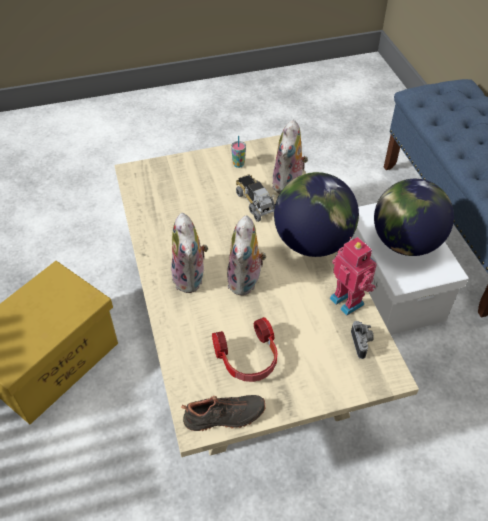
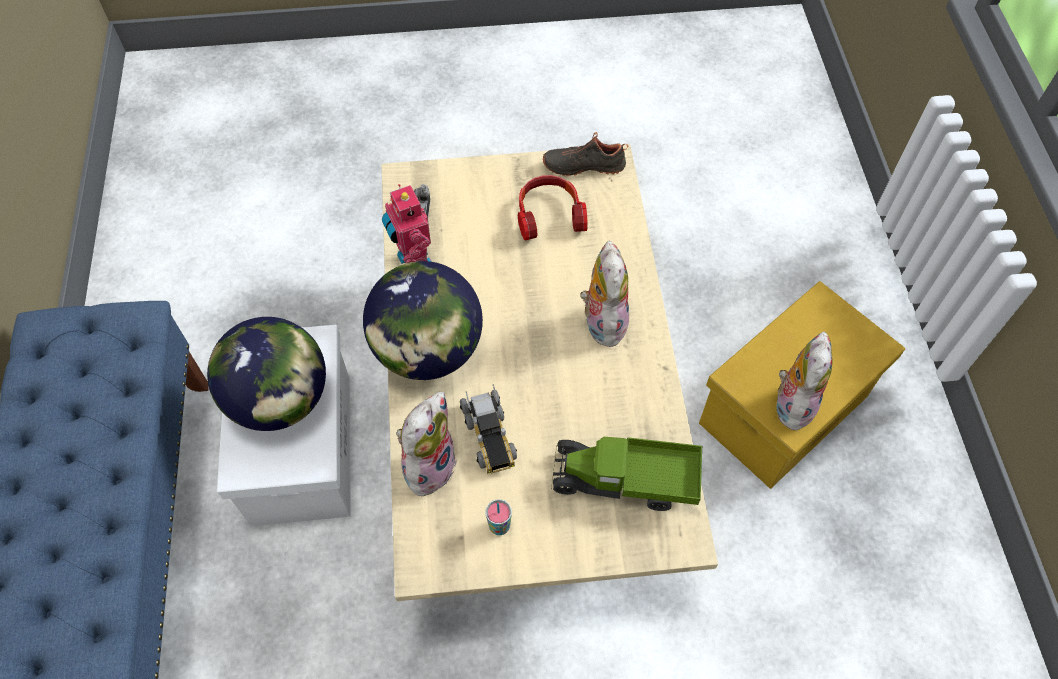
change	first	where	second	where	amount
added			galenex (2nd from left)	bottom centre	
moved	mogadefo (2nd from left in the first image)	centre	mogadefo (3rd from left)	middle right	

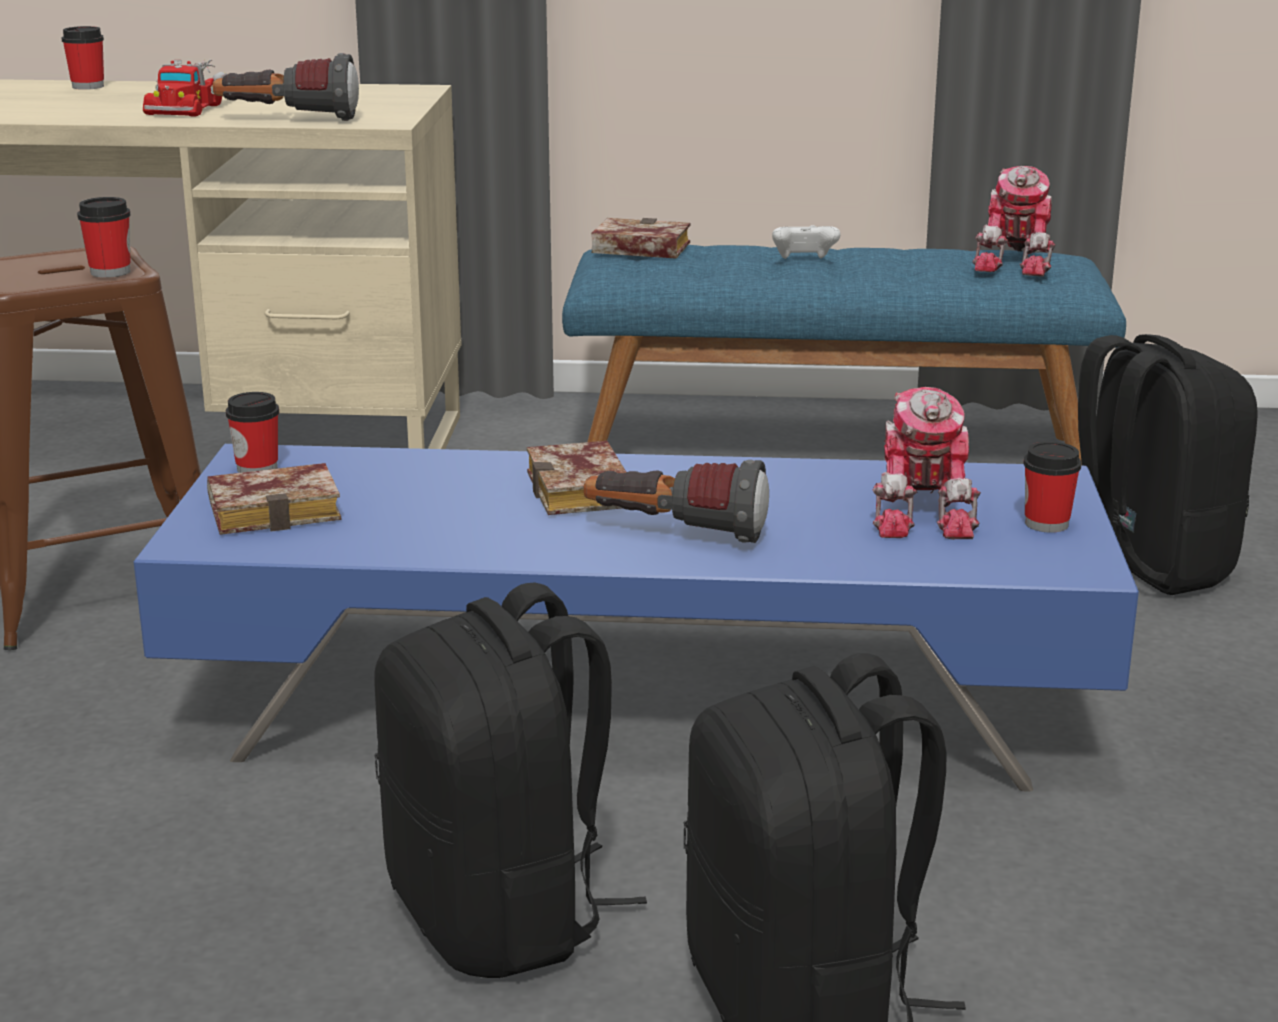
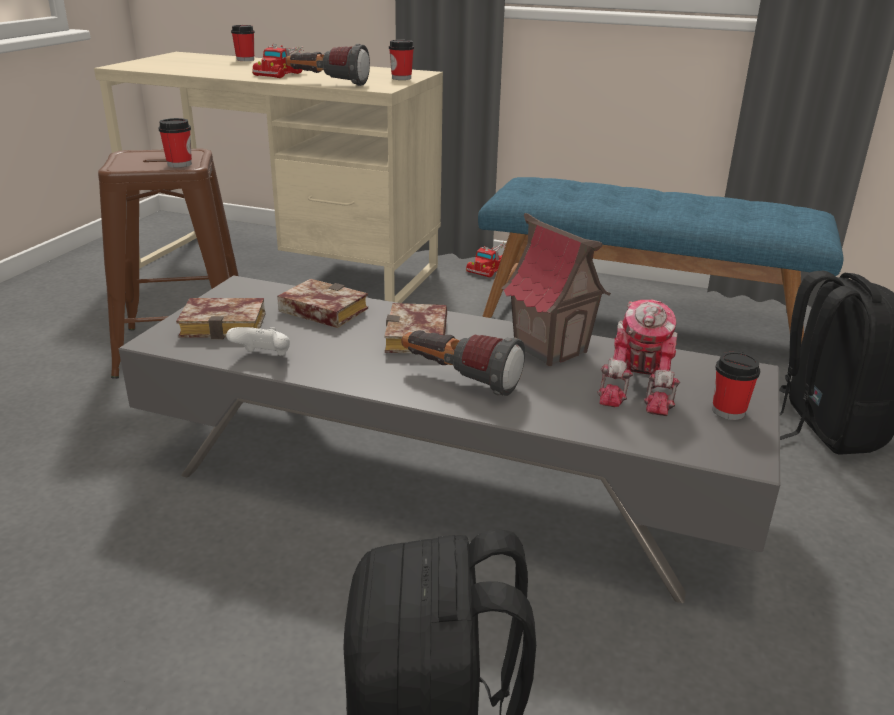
change	first	where	second	where	amount
recoloured	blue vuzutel	centre	grey vuzutel	centre	
moved	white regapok	top centre		middle left	
moved	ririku (3rd from left in the first image)	top centre	ririku (2nd from left)	centre	
moved	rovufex (3rd from left)	middle left		top centre	
added			galenex (2nd from left)	centre	
added			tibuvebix	centre	
removed	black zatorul (1st from left)	bottom centre			
removed	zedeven (2nd from left)	top right			

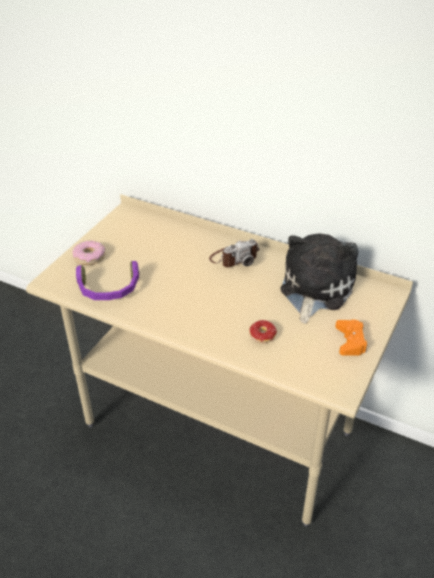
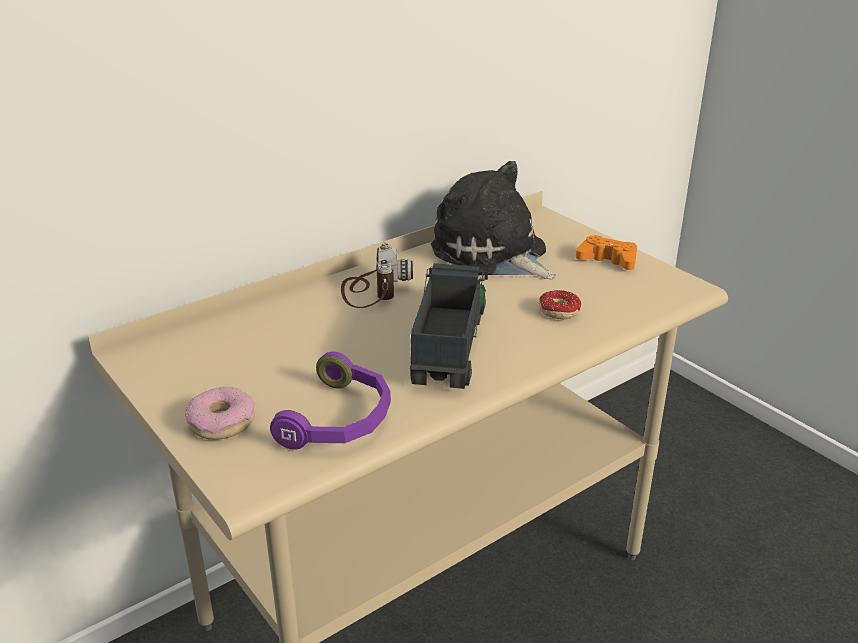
change	first	where	second	where	amount
added			galenex	centre	

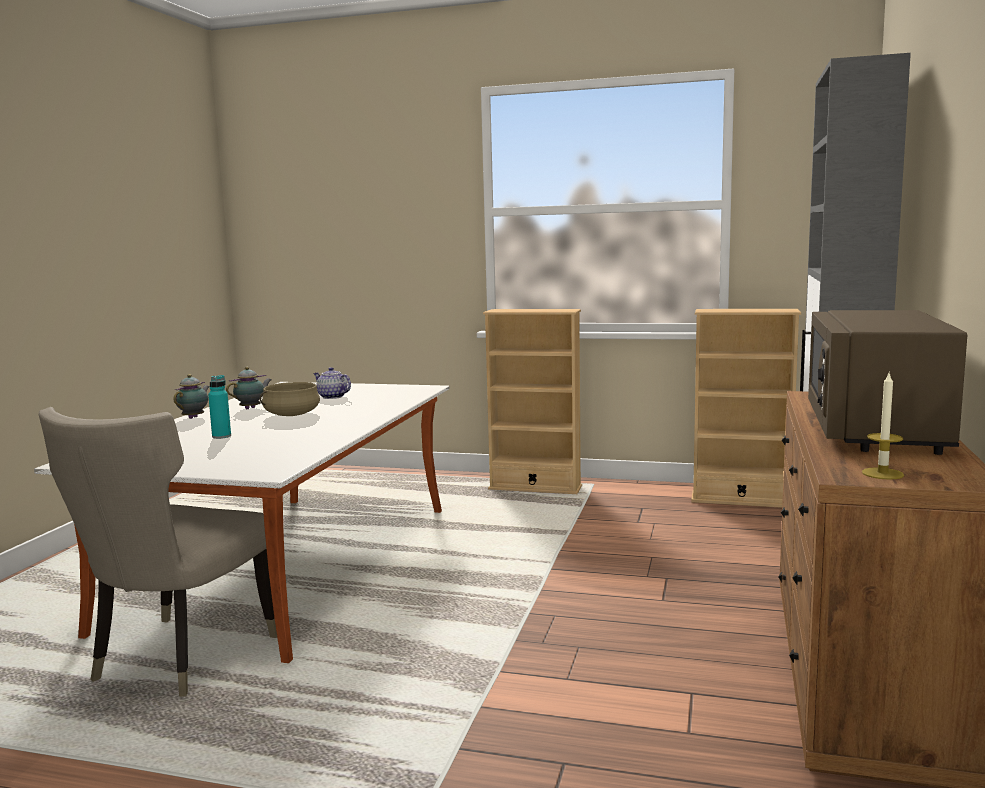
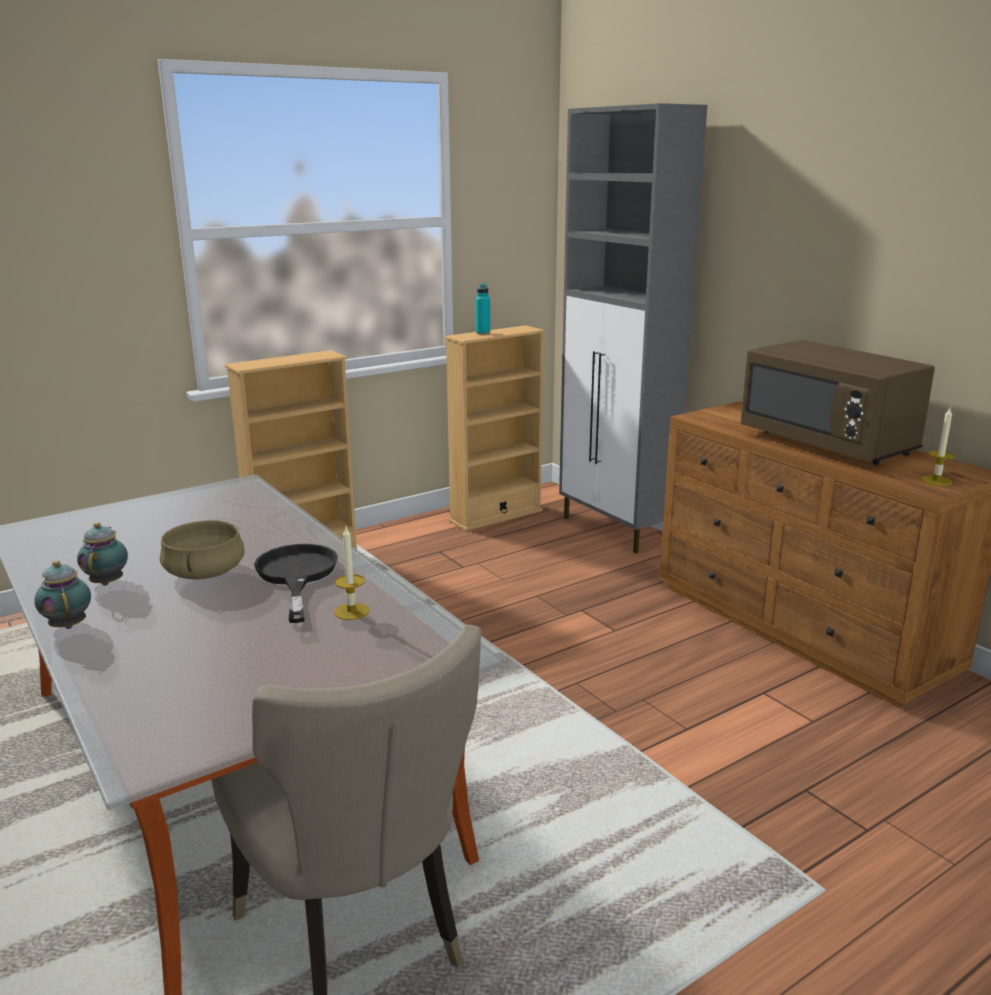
change	first	where	second	where	amount
added			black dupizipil	middle left	
added			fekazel (1st from left)	centre	
moved	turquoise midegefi	middle left		top centre	
removed	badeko (3rd from left)	centre			

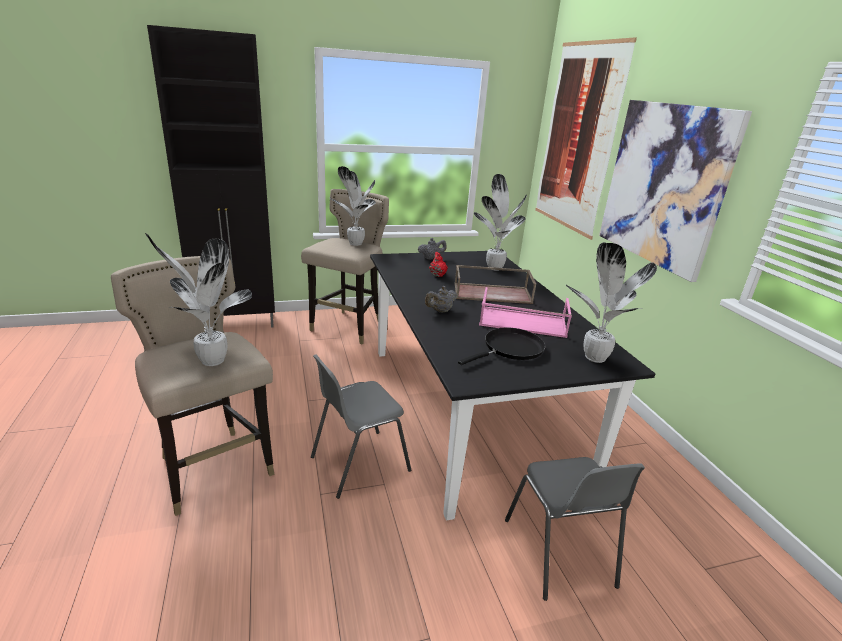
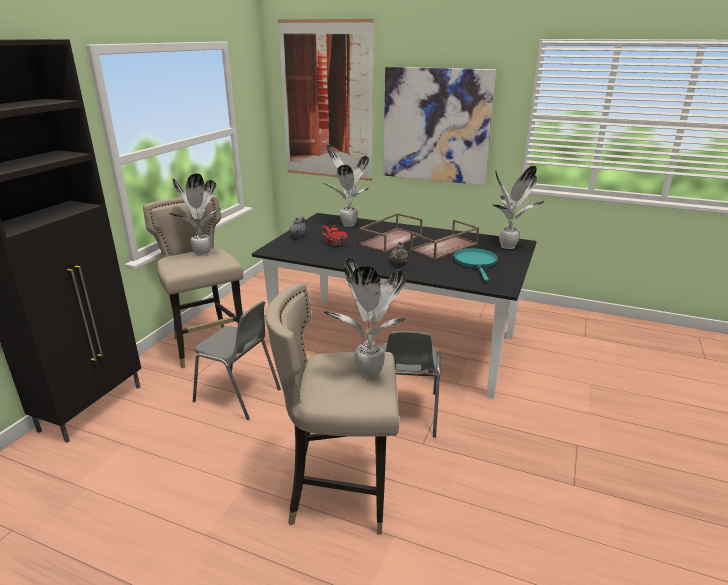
change	first	where	second	where	amount
moved	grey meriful (2nd from left in the first image)	bottom right	grey meriful (1st from left)	middle left	
recoloured	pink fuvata	centre	brown fuvata (2nd from left)	centre	
recoloured	black dupizipil	centre	turquoise dupizipil	centre	

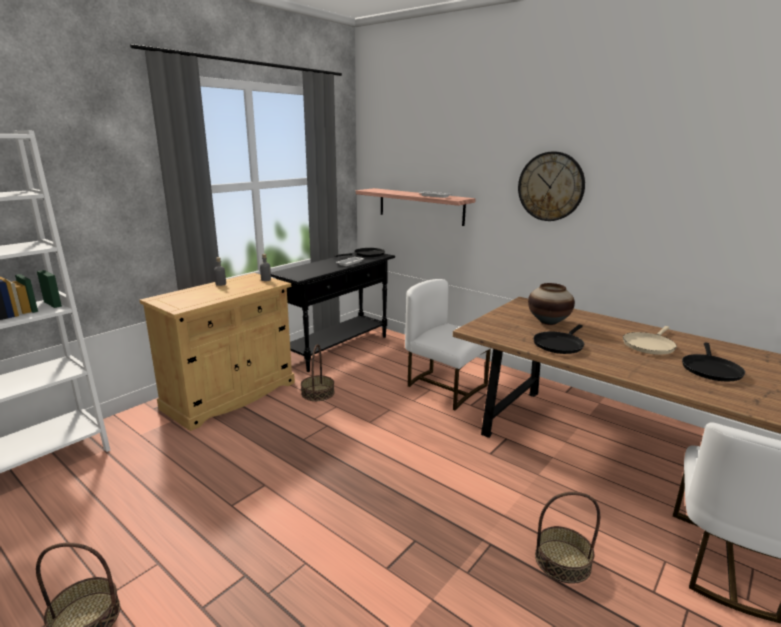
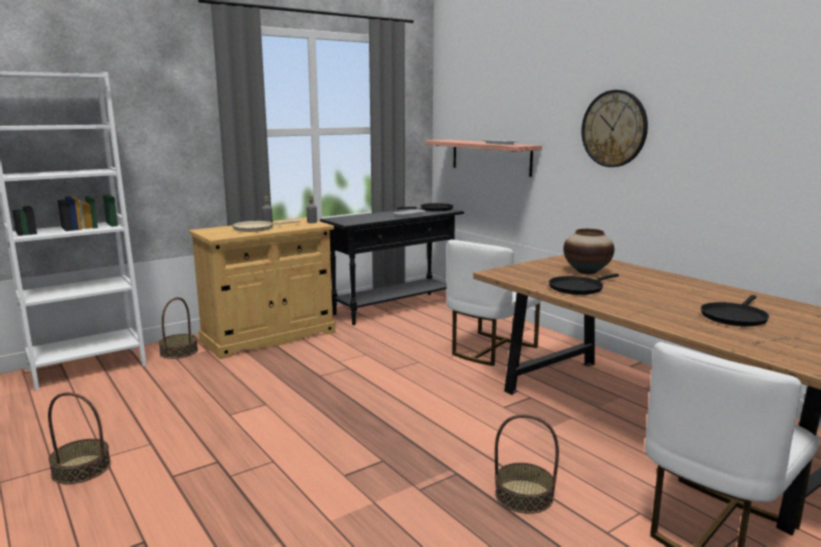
change	first	where	second	where	amount
moved	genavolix (2nd from left)	centre		middle left	
moved	beige dupizipil	middle right		middle left	
turned	white meriful (1st from left)	centre		centre	105 degrees counterclockwise

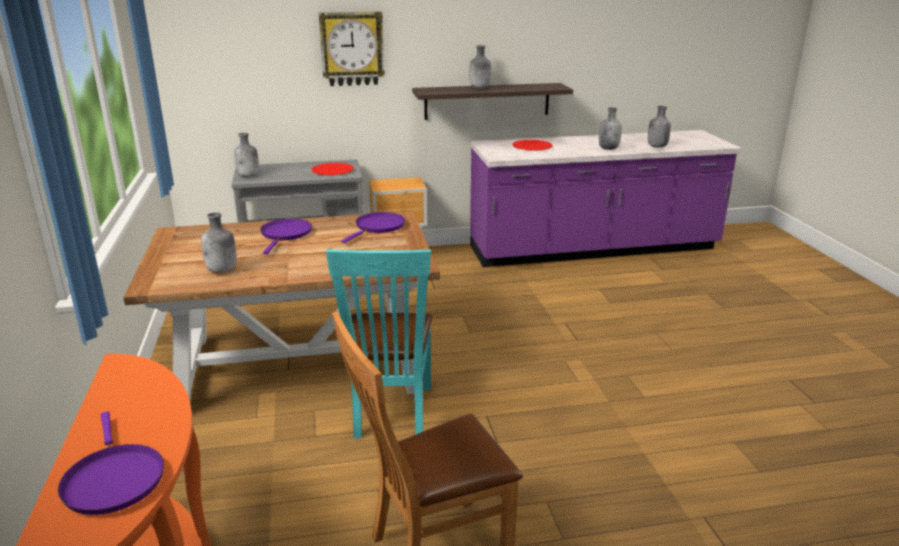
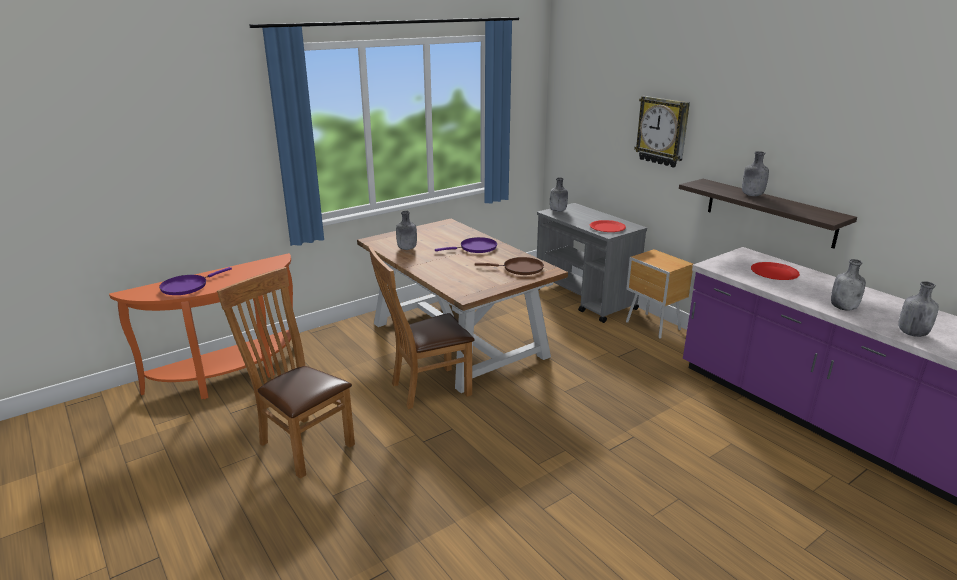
change	first	where	second	where	amount
recoloured	turquoise meriful	centre	brown meriful (2nd from left)	centre	
recoloured	purple dupizipil (3rd from left)	centre	brown dupizipil	centre	

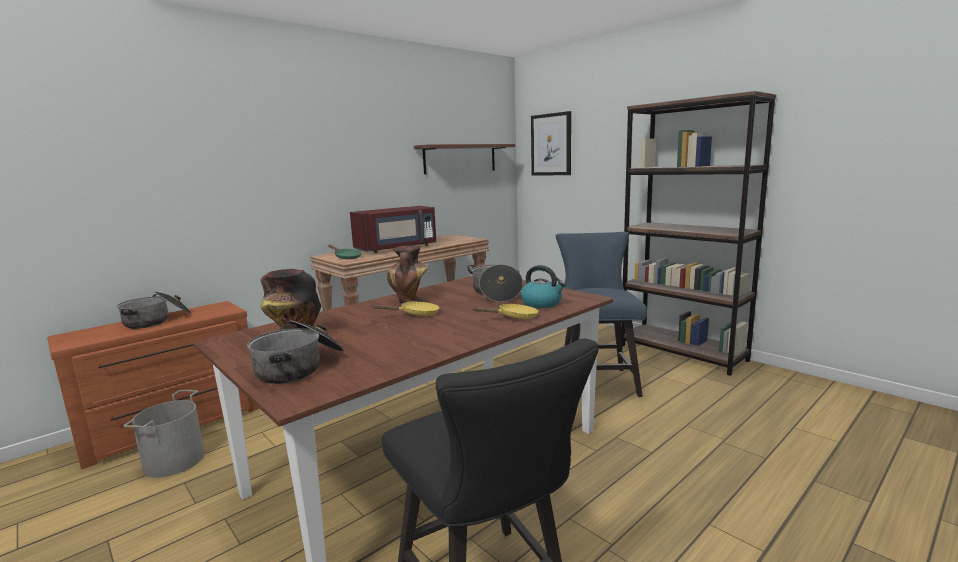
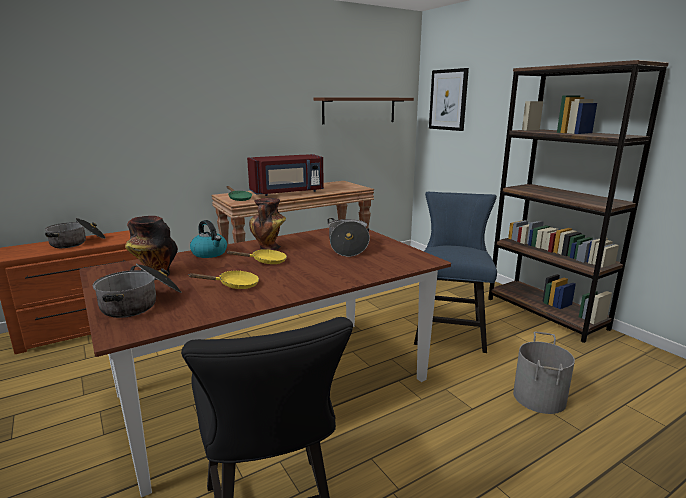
change	first	where	second	where	amount
moved	yellow dupizipil (2nd from left in the first image)	centre	yellow dupizipil (1st from left)	middle left	
moved	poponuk	centre		middle left	
moved	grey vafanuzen	bottom left		bottom right	

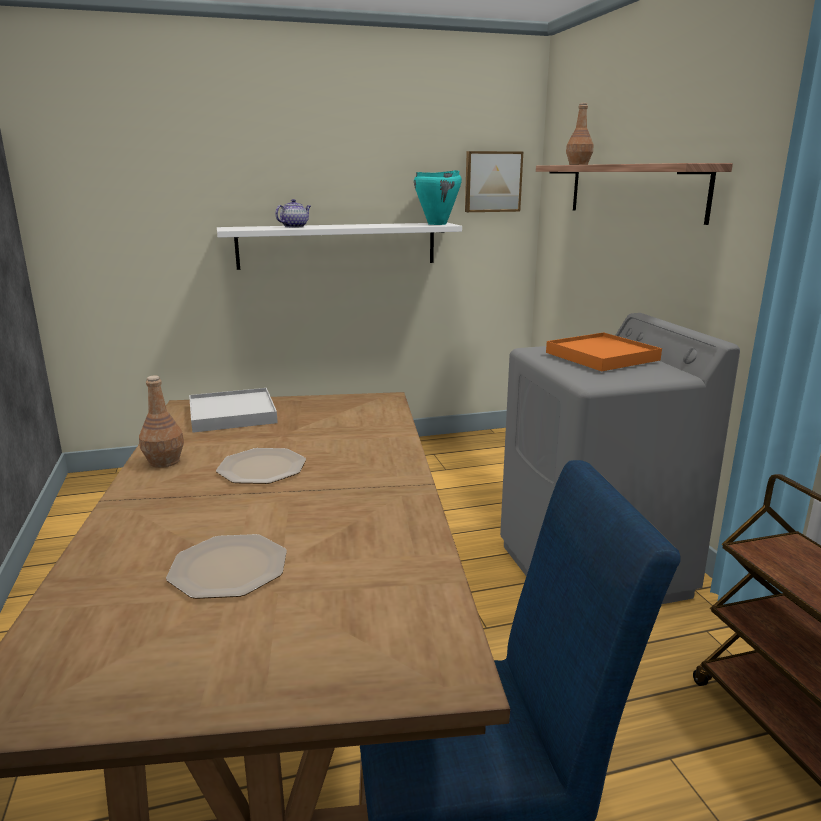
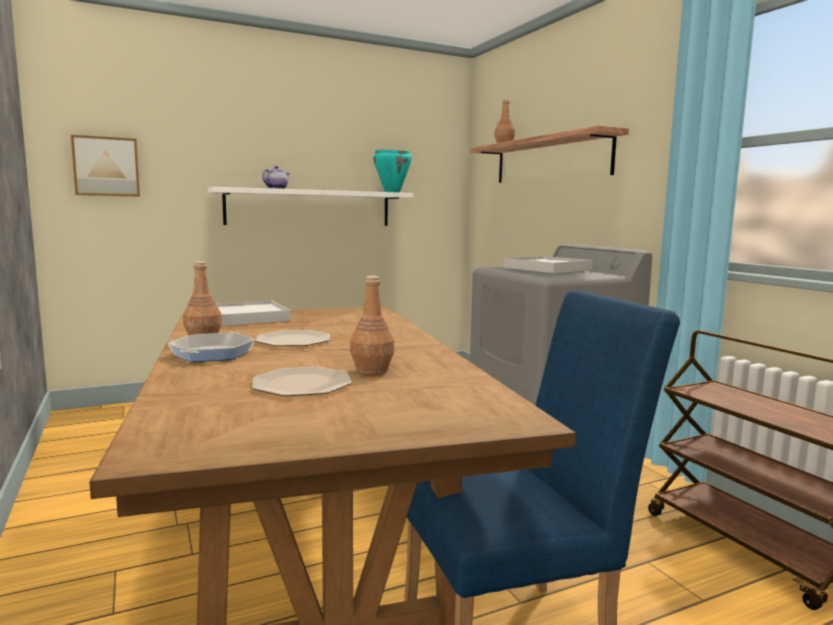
change	first	where	second	where	amount
moved	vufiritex	top centre		top left	
added			dupizipil	middle left	
added			brown midegefi (2nd from left)	centre	
recoloured	orange fuvata	middle right	white fuvata (2nd from left)	centre	

